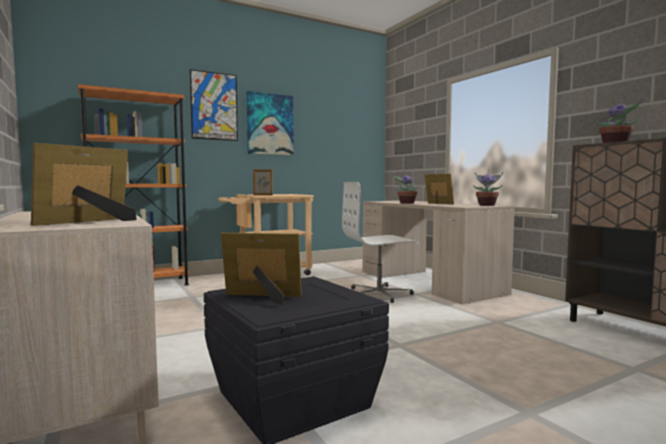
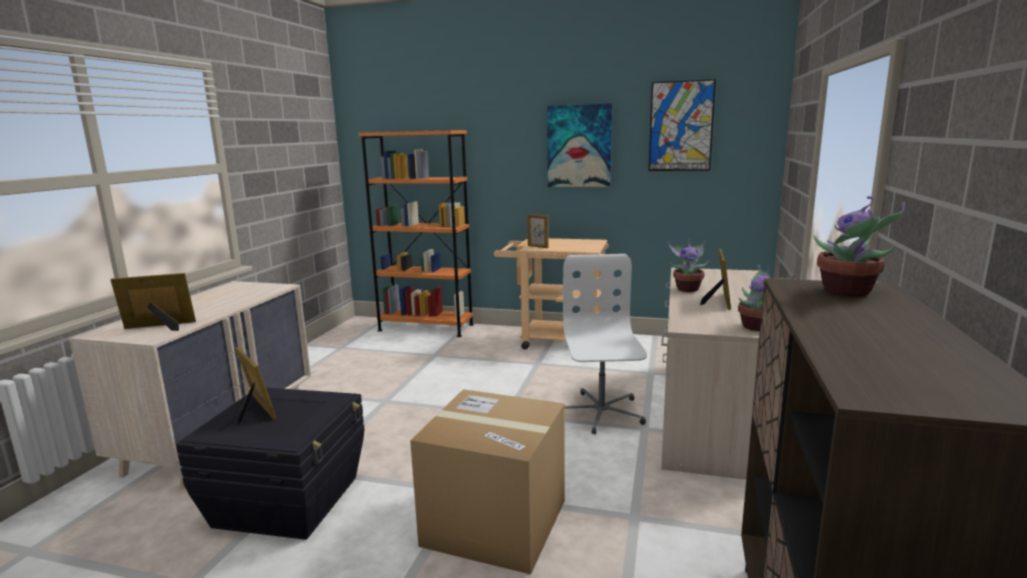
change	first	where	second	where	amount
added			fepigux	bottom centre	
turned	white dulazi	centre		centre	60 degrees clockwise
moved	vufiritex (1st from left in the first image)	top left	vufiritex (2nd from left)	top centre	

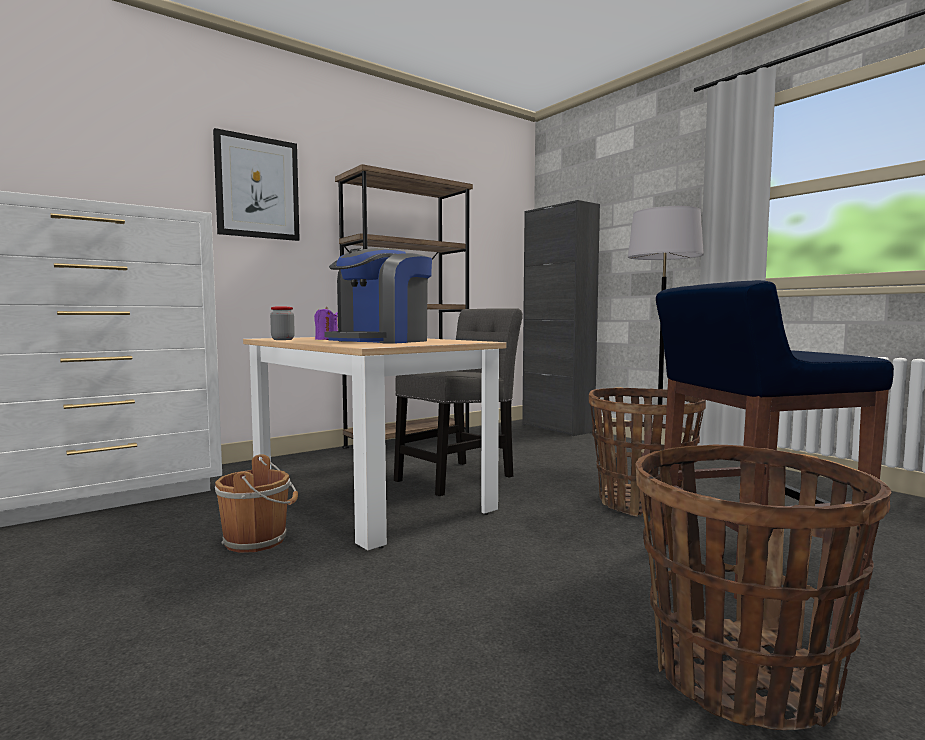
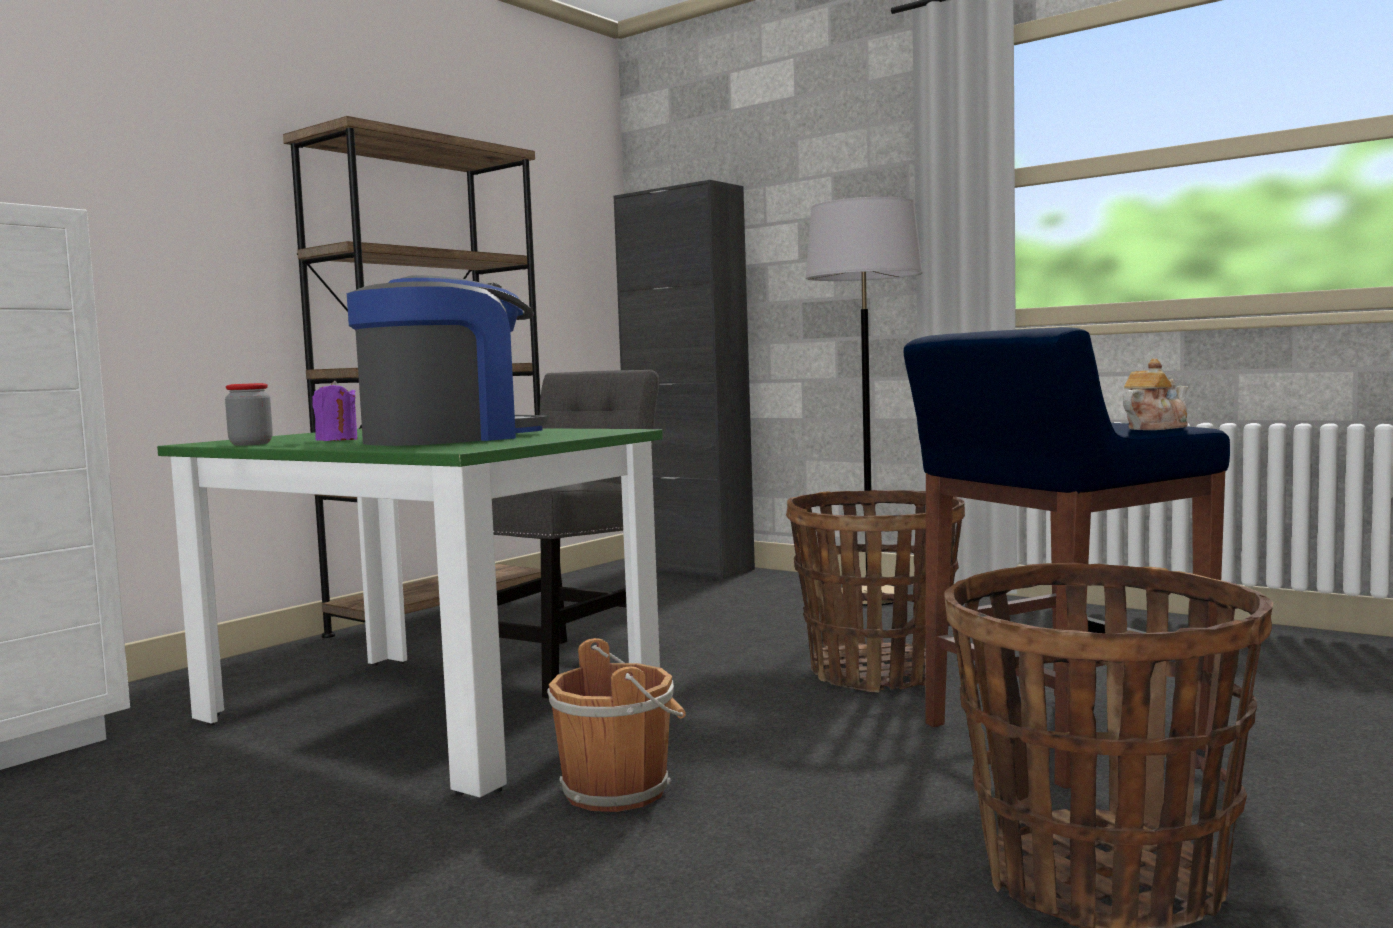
change	first	where	second	where	amount
recoloured	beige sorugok	centre	green sorugok	middle left	
turned	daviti	centre		middle left	150 degrees counterclockwise
moved	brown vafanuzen	bottom left		bottom centre	
added			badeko	middle right	
removed	vufiritex	top left			

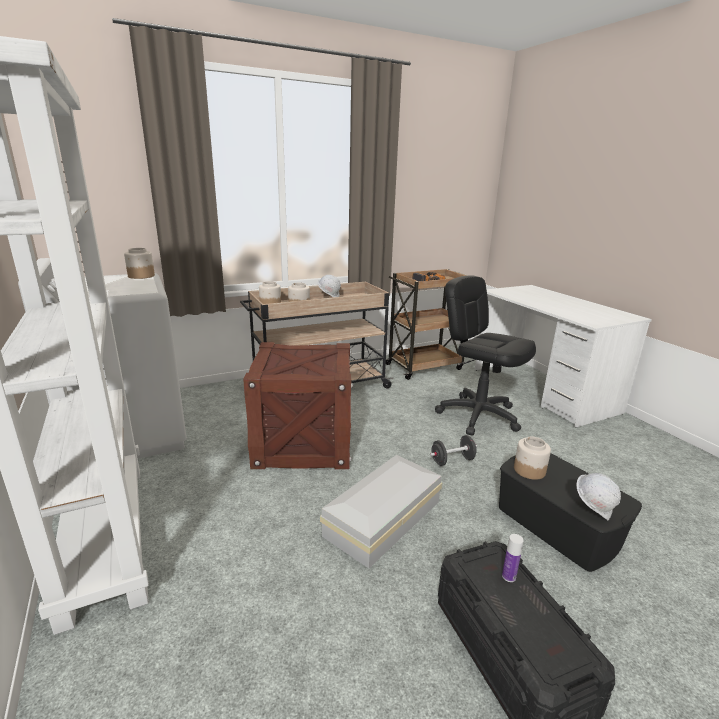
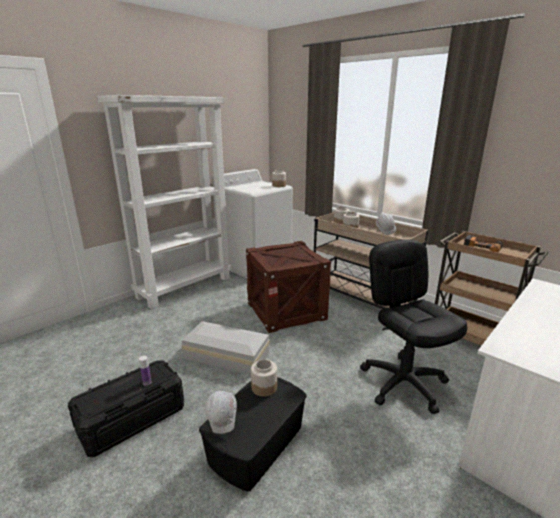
change	first	where	second	where	amount
turned	black dulazi	middle right		middle right	45 degrees counterclockwise
removed	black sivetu	centre			

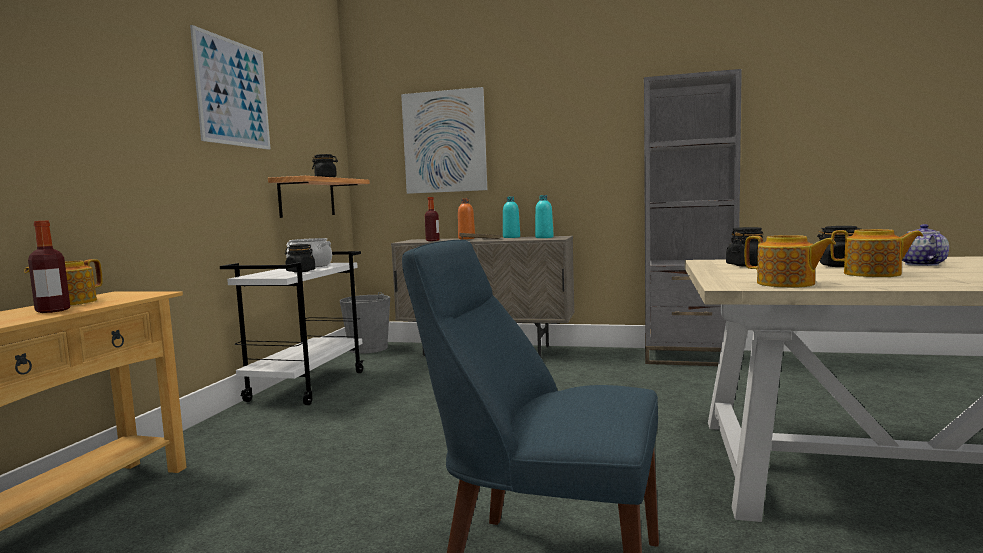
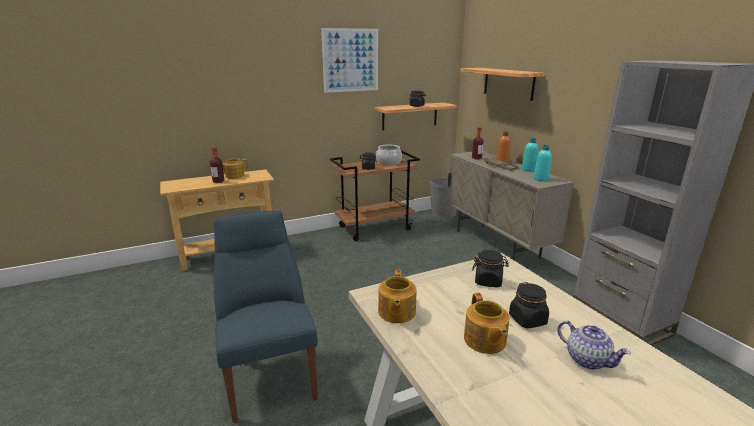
change	first	where	second	where	amount
recoloured	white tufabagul	middle left	brown tufabagul	centre	
replaced	vufiritex (2nd from left)	top centre	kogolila (2nd from left)	top centre	
turned	badeko (4th from left)	middle right		bottom right	75 degrees clockwise

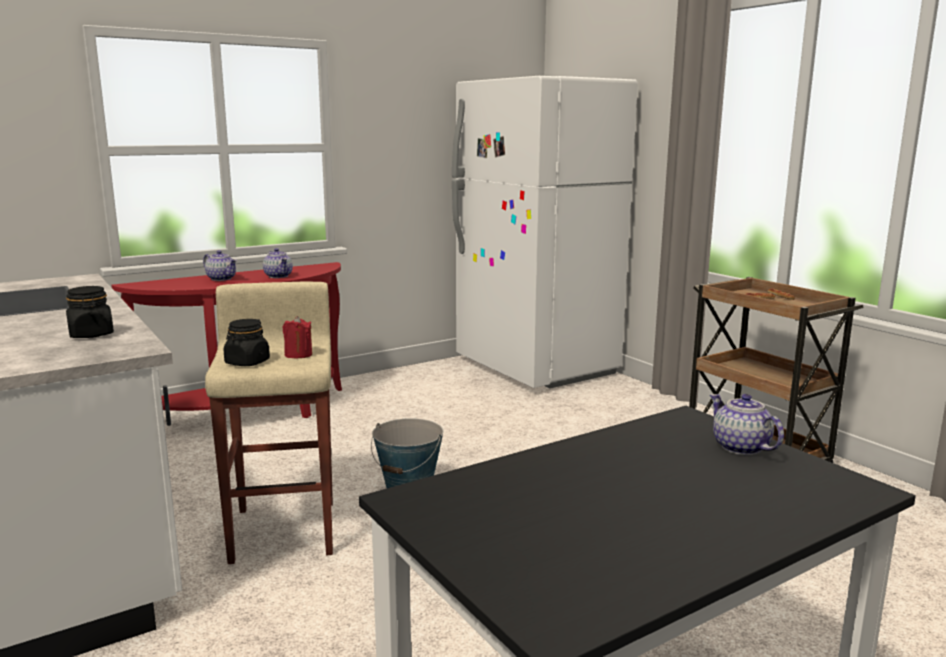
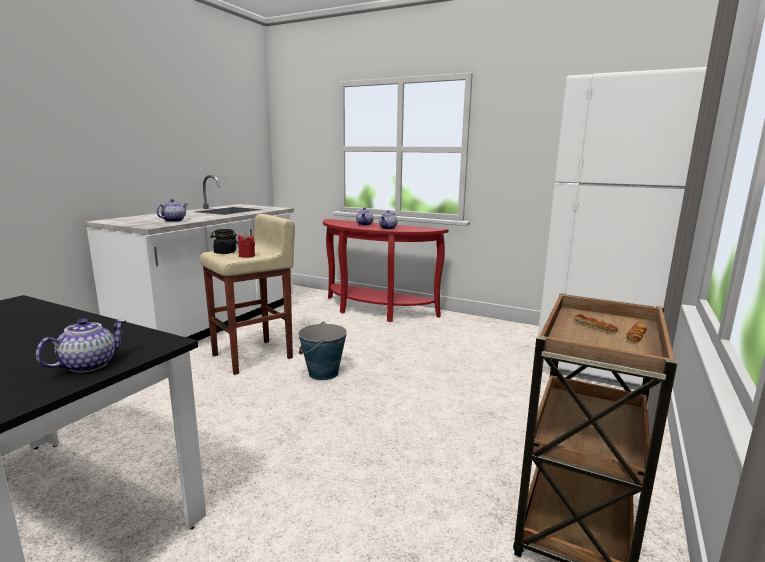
change	first	where	second	where	amount
replaced	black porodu (1st from left)	middle left	badeko (2nd from left)	middle left	

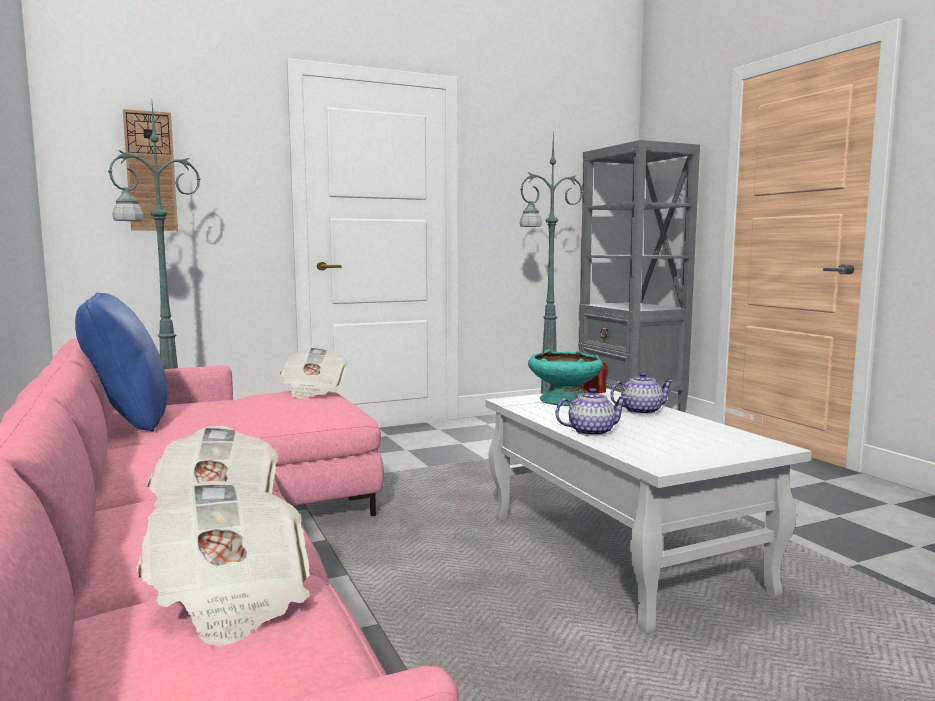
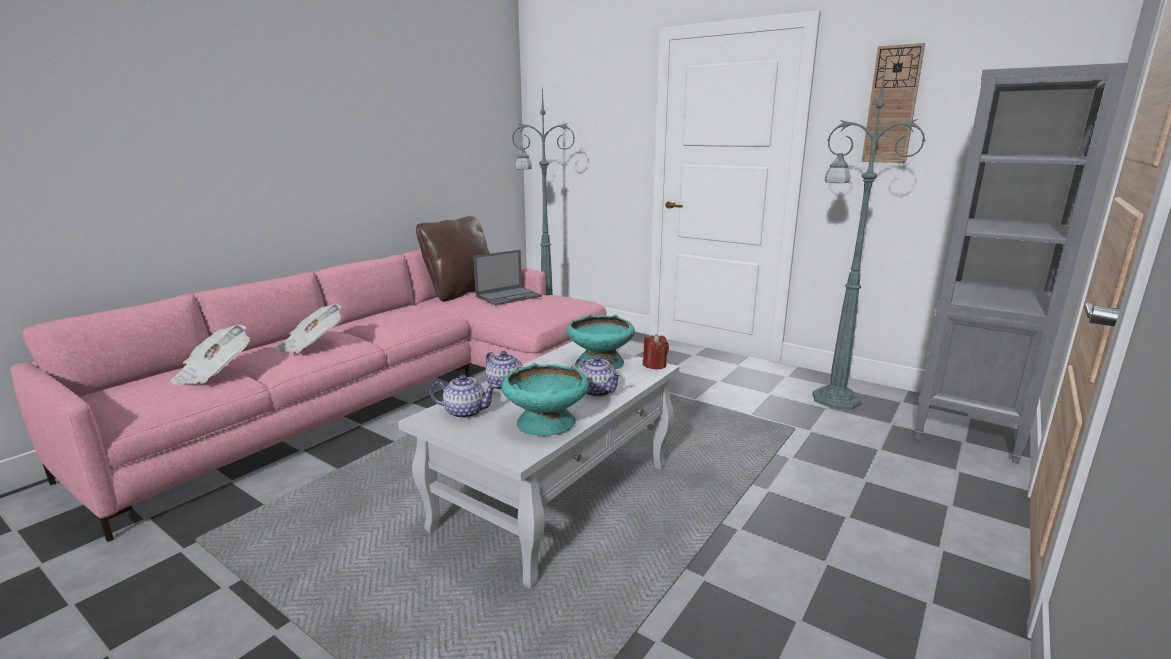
change	first	where	second	where	amount
recoloured	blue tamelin	middle left	brown tamelin	centre	
added			badeko (1st from left)	centre	
added			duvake	centre	
added			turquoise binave (1st from left)	centre	
moved	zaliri	top left		top right	
removed	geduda (3rd from left)	centre			

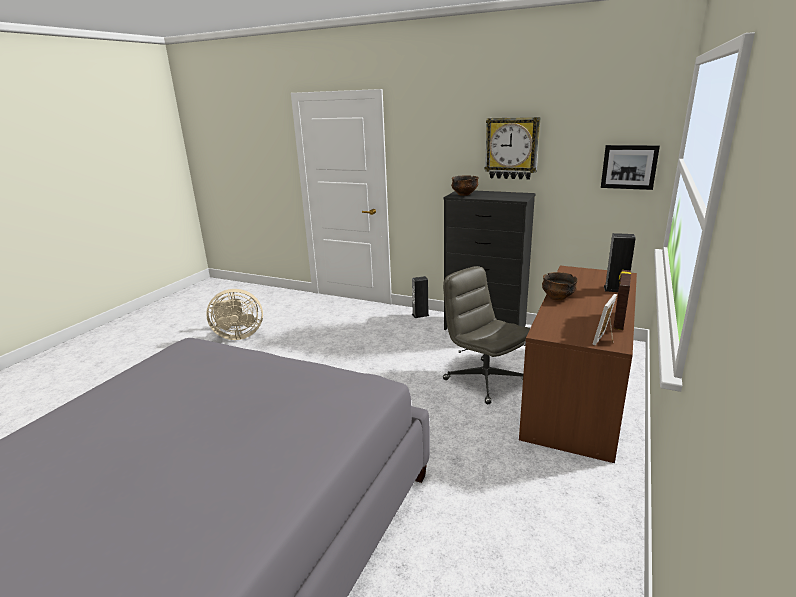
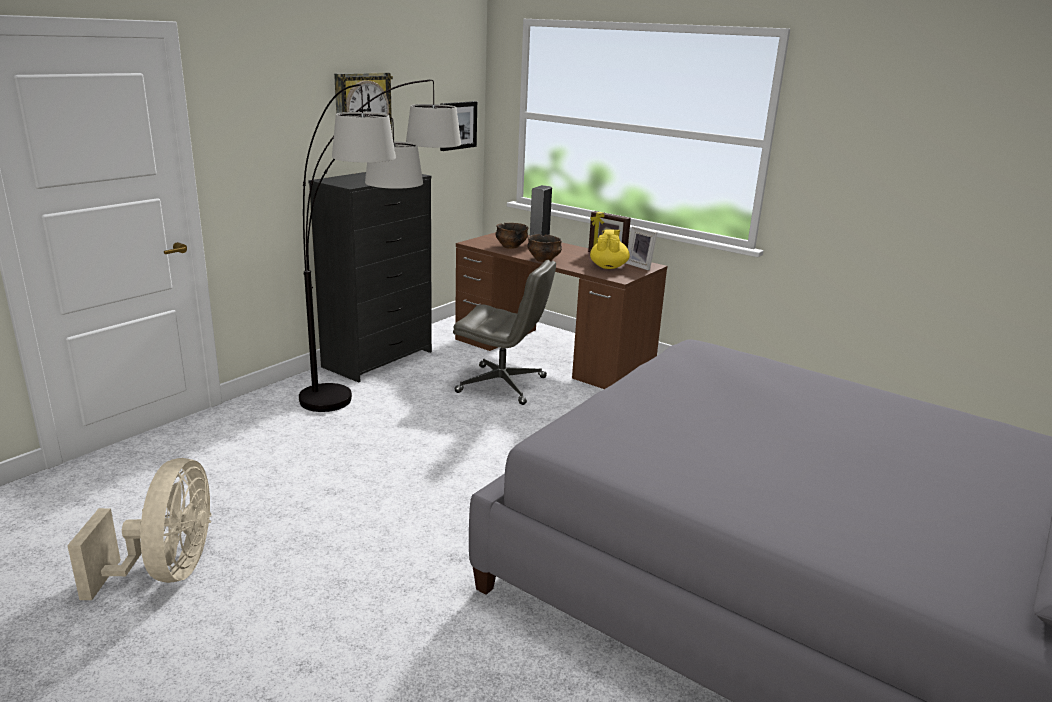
change	first	where	second	where	amount
added			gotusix	centre	
turned	grey dulazi	centre		centre	135 degrees counterclockwise
moved	binave (1st from left)	top centre		centre	
added			yellow badeko	centre	
removed	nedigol (1st from left)	centre			

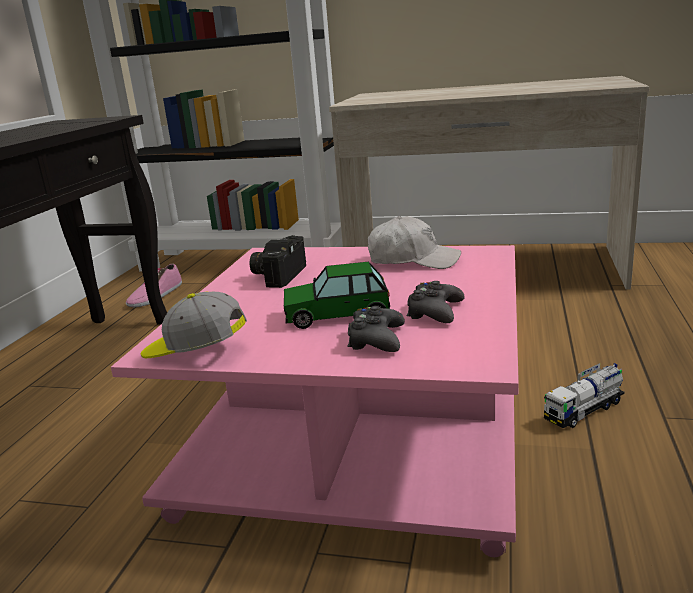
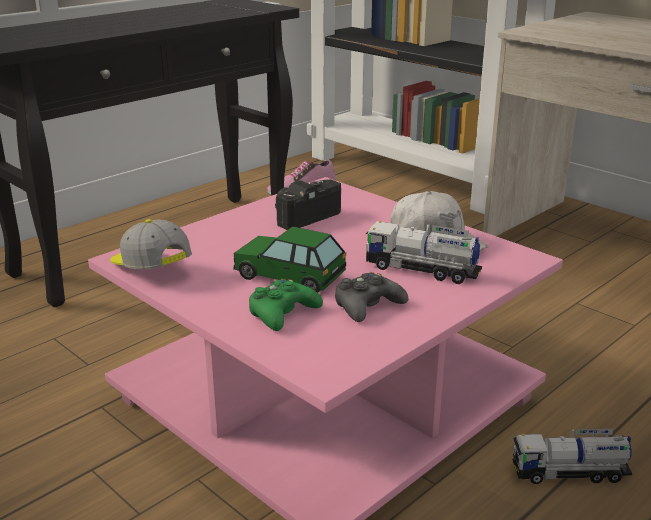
change	first	where	second	where	amount
recoloured	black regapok (1st from left)	centre	green regapok	centre	
added			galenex (1st from left)	centre	

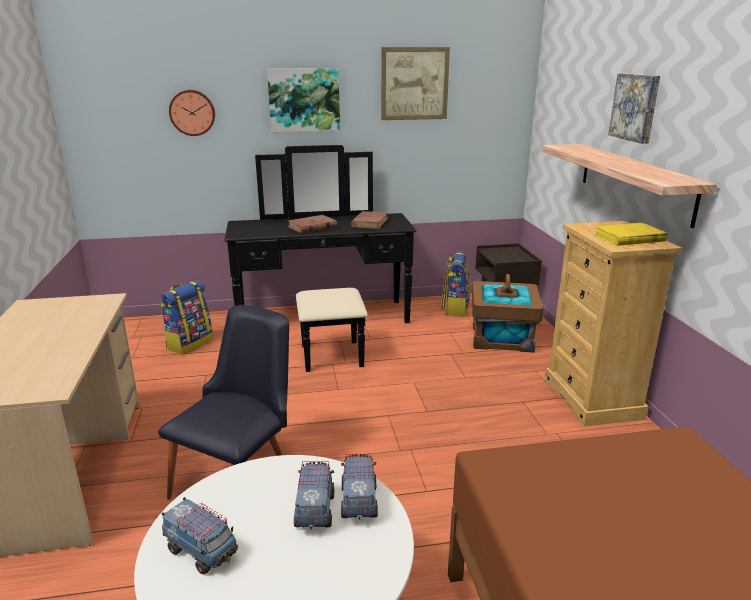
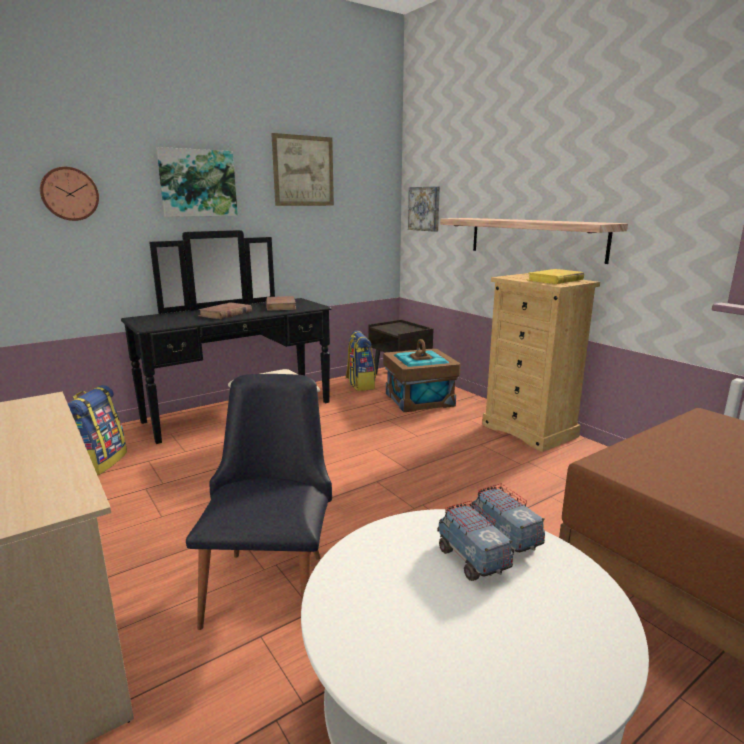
change	first	where	second	where	amount
moved	vufiritex (3rd from left)	top right		top centre	
removed	galenex (1st from left)	bottom left			

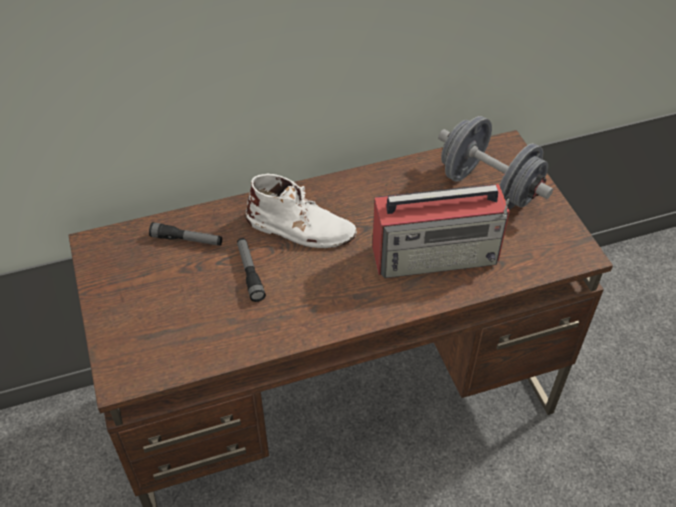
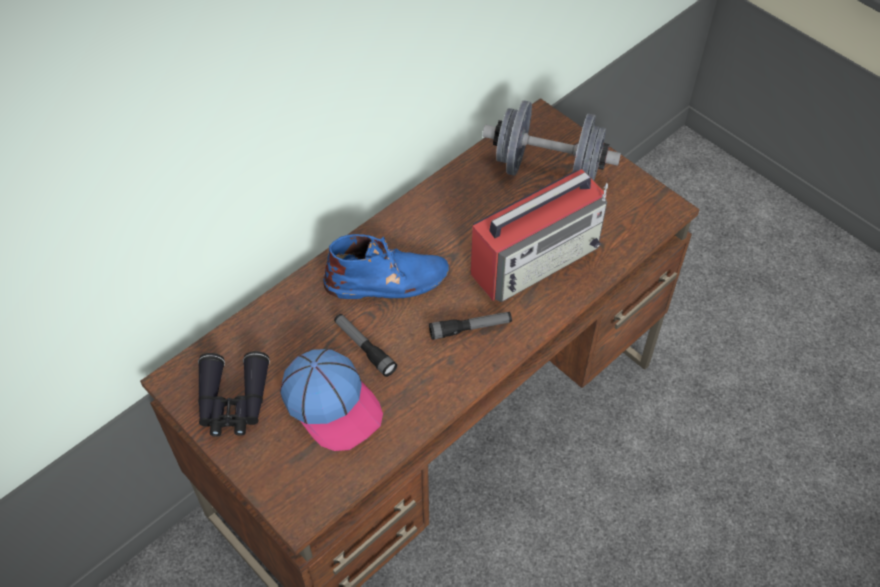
change	first	where	second	where	amount
added			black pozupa	bottom left	
added			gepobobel	bottom centre	
recoloured	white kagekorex	centre	blue kagekorex	centre	
moved	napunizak (1st from left in the first image)	middle left	napunizak (2nd from left)	centre	

